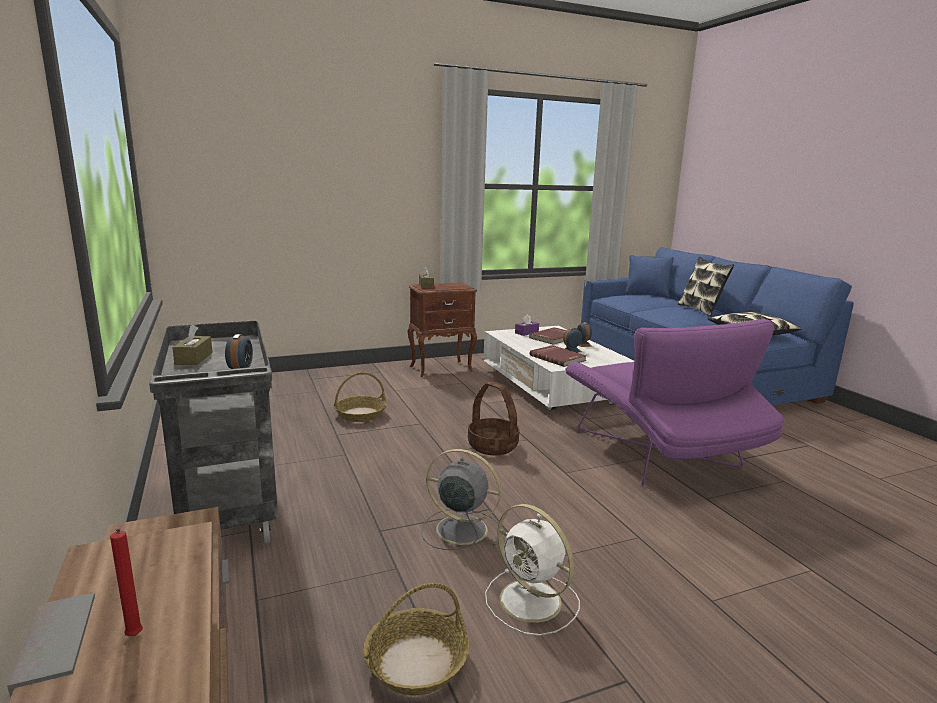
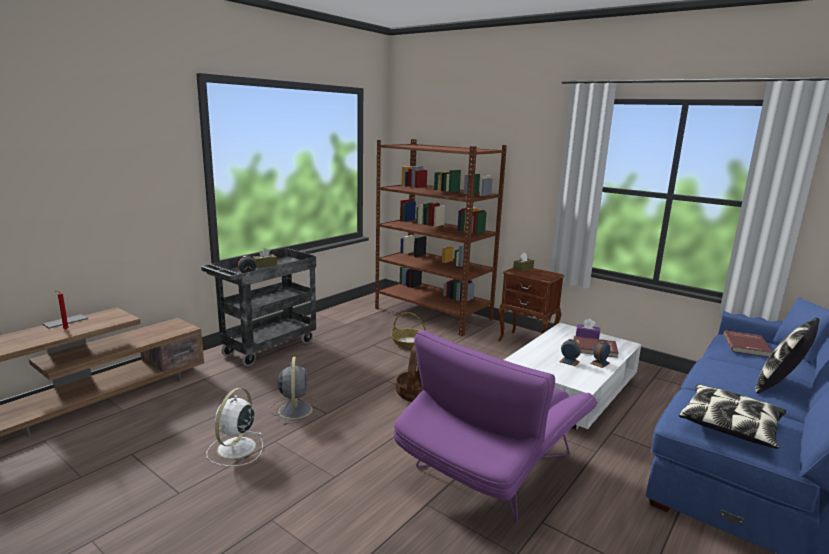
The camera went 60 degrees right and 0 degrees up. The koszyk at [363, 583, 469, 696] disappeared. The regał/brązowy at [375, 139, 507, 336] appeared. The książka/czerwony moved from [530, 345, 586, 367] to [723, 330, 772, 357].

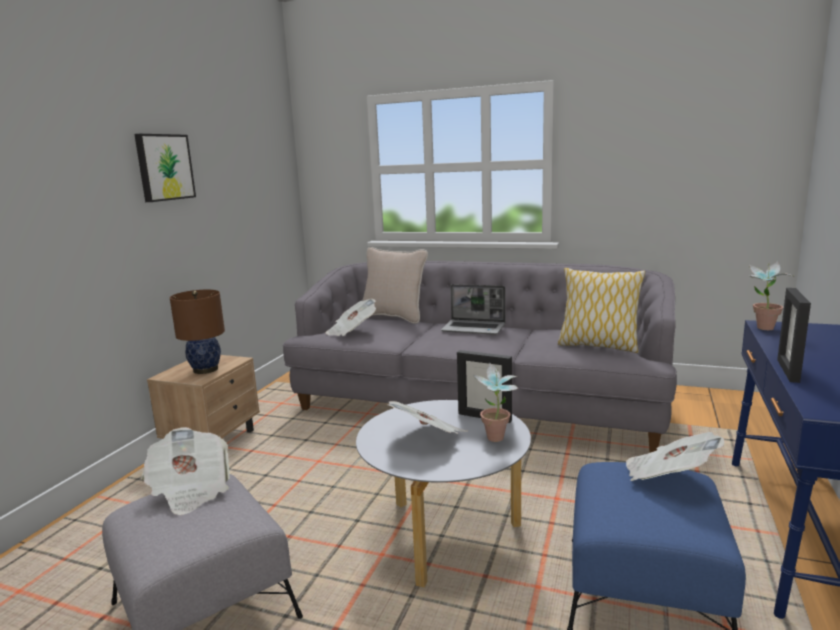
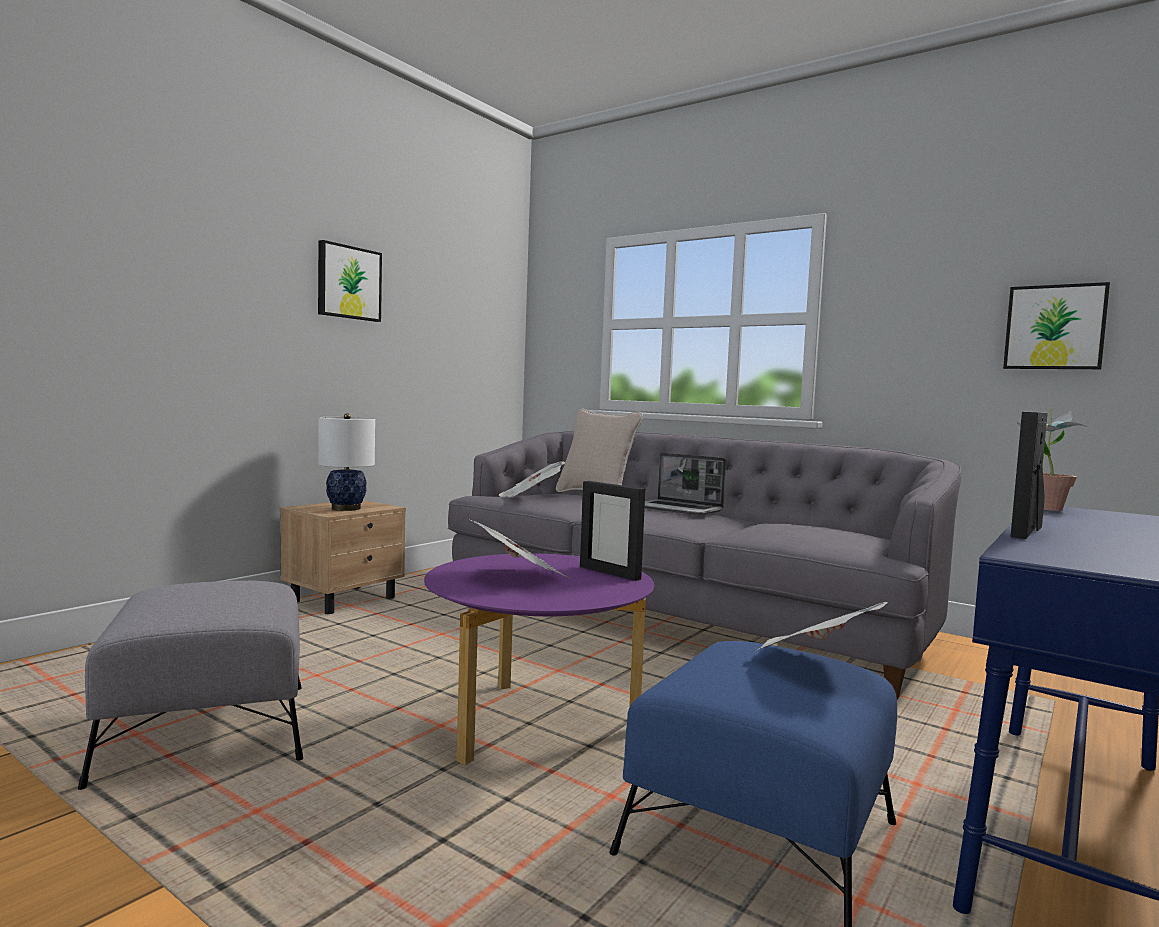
The camera went 15 degrees right and 10 degrees down. The gazeta at [141, 427, 230, 515] disappeared. The roślina doniczkowa at [472, 363, 518, 442] disappeared. The poduszka at [558, 268, 645, 353] disappeared. The obraz at [1003, 282, 1110, 369] appeared. The lampa stołowa/brązowy at [170, 290, 225, 374] became the lampa stołowa/biały at [318, 413, 375, 511]. The ława/szary at [356, 400, 531, 587] became the ława/fioletowy at [424, 553, 654, 765].

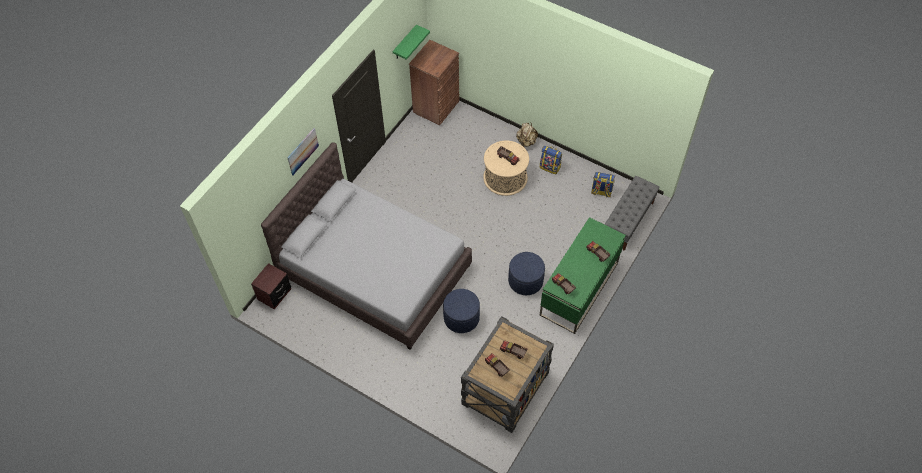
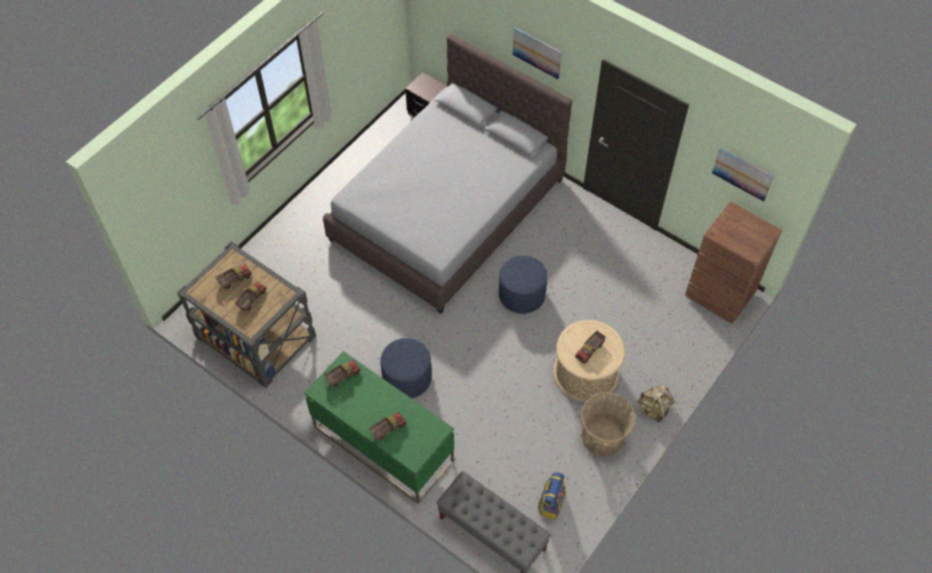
The camera went 95 degrees right and 0 degrees up. The pufa/niebieski moved from [443, 289, 480, 333] to [499, 255, 548, 314]. The półka/zielony at [393, 25, 430, 60] was replaced by the obraz at [712, 147, 774, 202]. The plecak at [540, 146, 562, 174] was replaced by the koszyk at [580, 392, 636, 457].

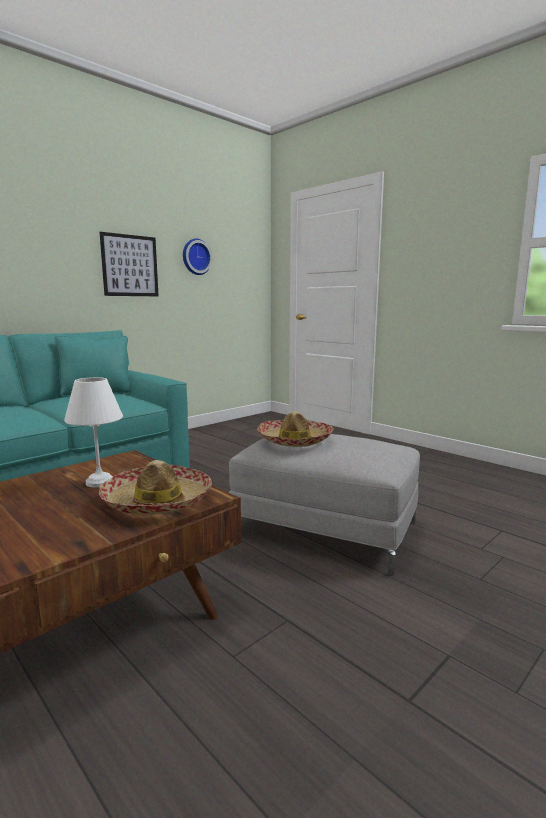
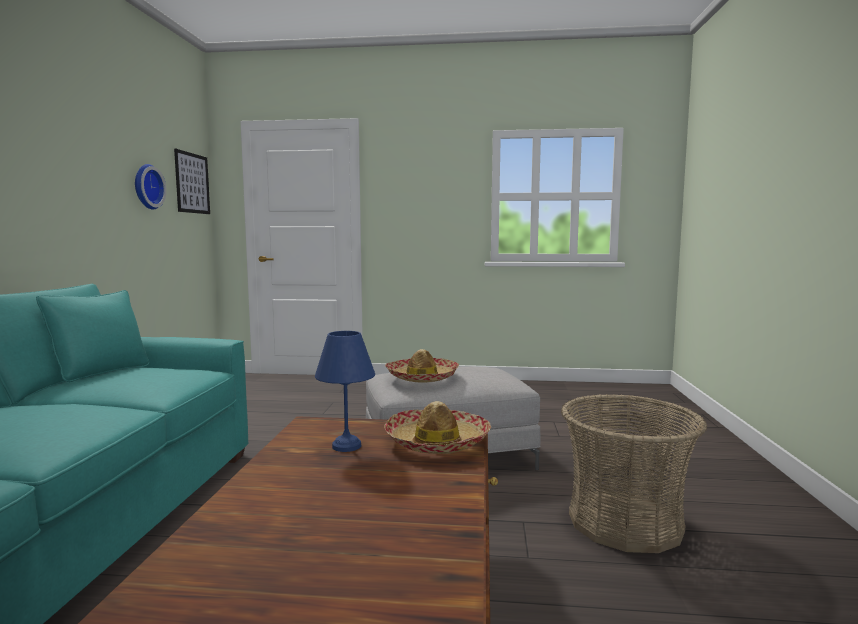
The camera went 40 degrees left and 5 degrees down. The koszyk at [561, 394, 707, 553] appeared. The obraz moved from [100, 232, 159, 296] to [174, 149, 210, 214]. The lampa stołowa/biały at [64, 377, 123, 488] became the lampa stołowa/niebieski at [315, 331, 375, 452].

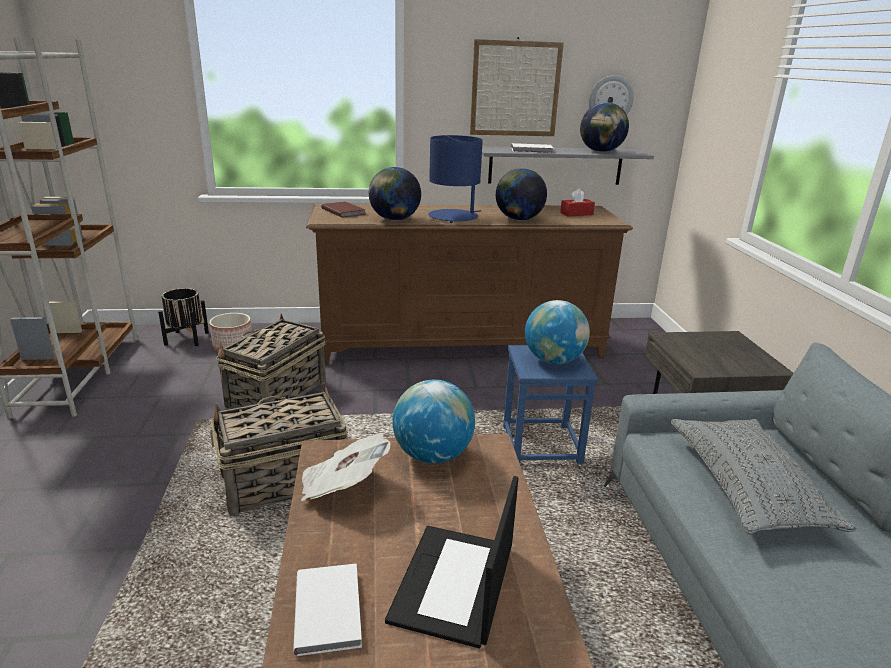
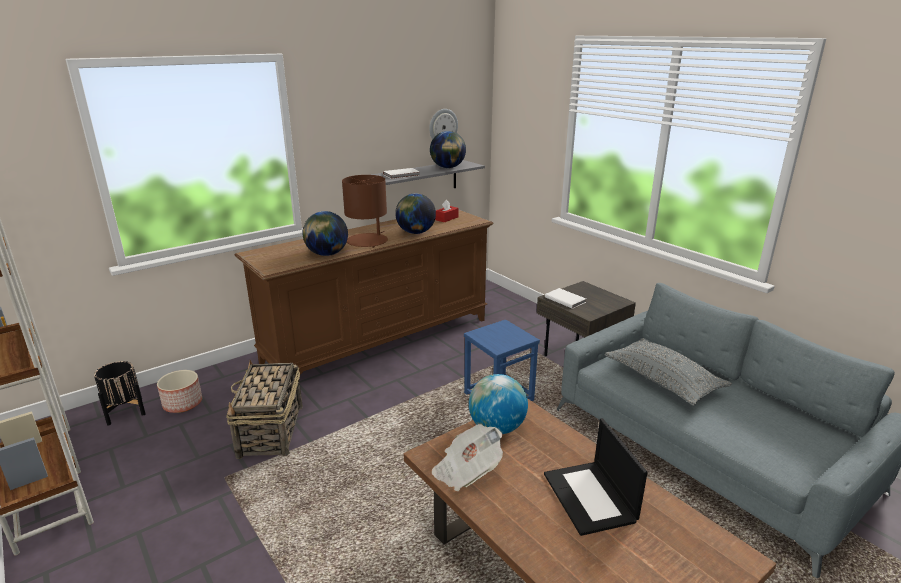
The camera went 30 degrees left and 0 degrees up. The koszyk at [210, 385, 348, 516] disappeared. The książka/brązowy at [321, 201, 366, 218] disappeared. The obraz at [470, 37, 564, 136] disappeared. The globus at [525, 300, 590, 364] disappeared. The książka/biały moved from [293, 563, 362, 656] to [545, 288, 586, 309]. The lampa stołowa/niebieski at [428, 135, 483, 223] became the lampa stołowa/brązowy at [342, 175, 388, 248].

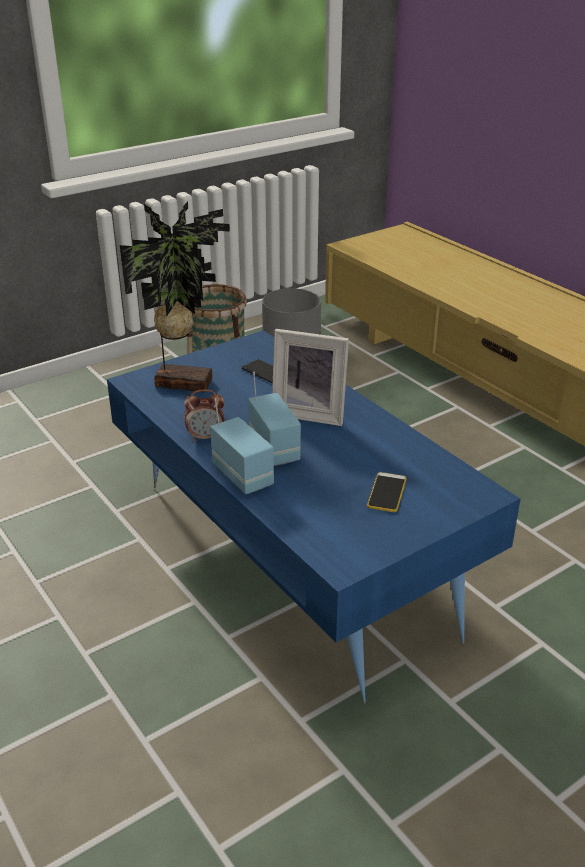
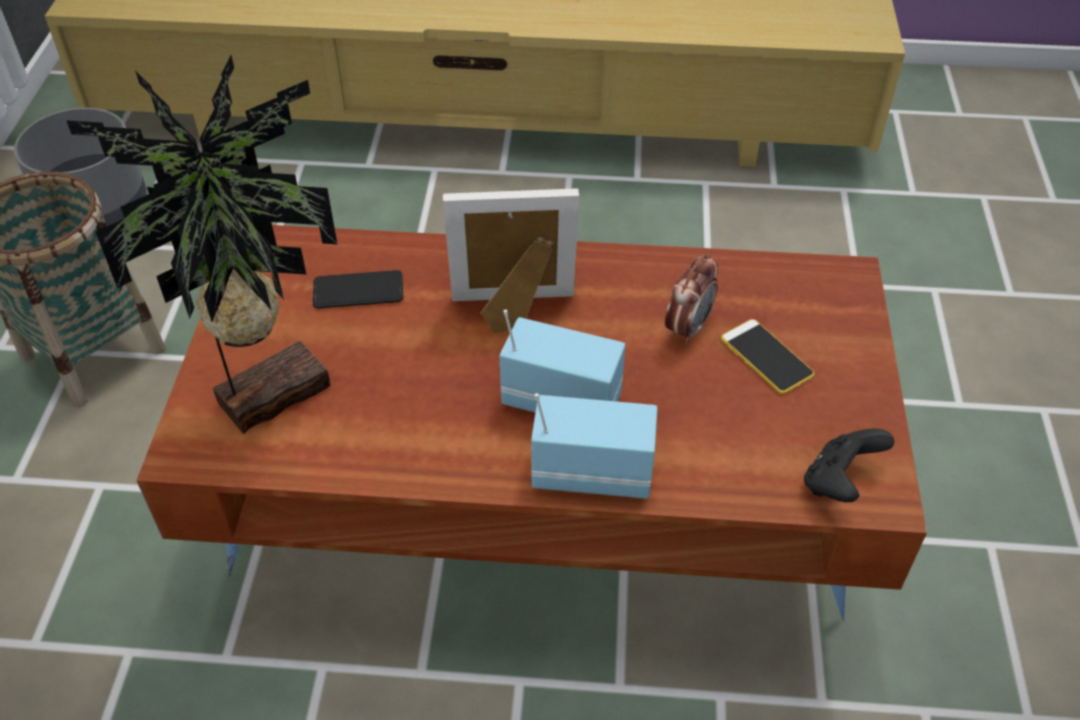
The camera went 50 degrees left and 15 degrees up. The pad do gier/czarny at [804, 428, 894, 502] appeared. The budzik moved from [184, 389, 225, 441] to [665, 253, 718, 345]. The ława/niebieski at [107, 330, 521, 704] became the ława/brązowy at [136, 225, 927, 620]. The ramka na zdjęcie at [272, 329, 349, 426] turned 150 degrees counterclockwise.

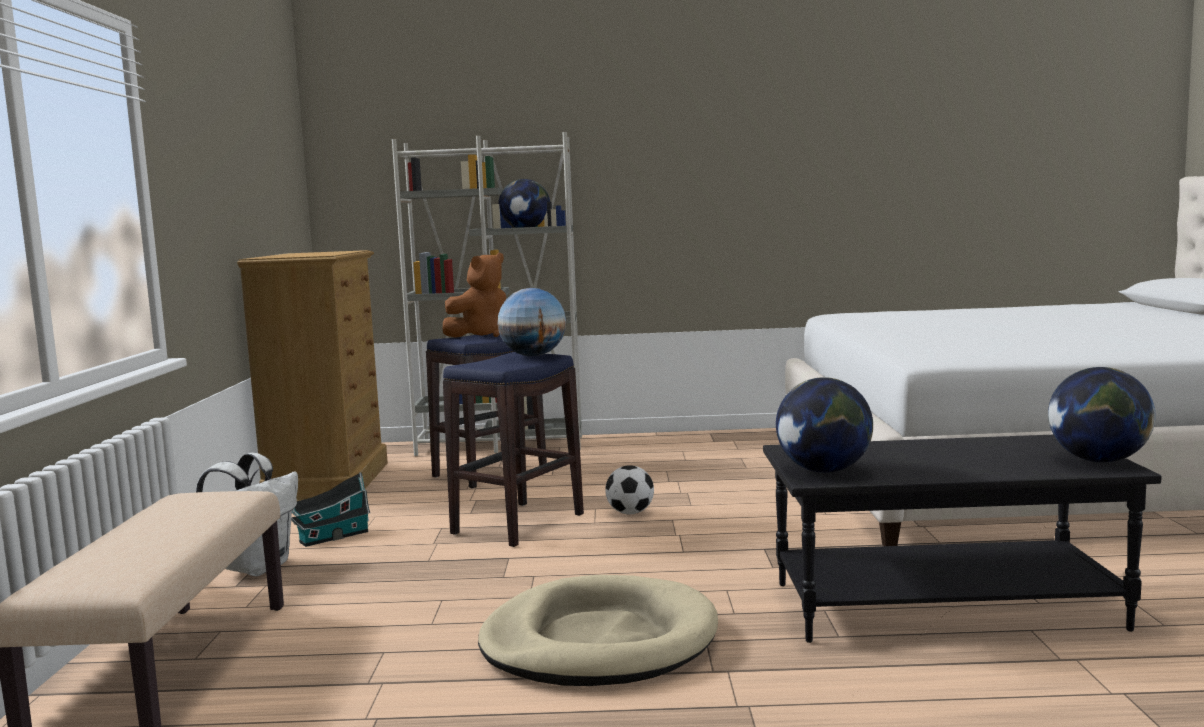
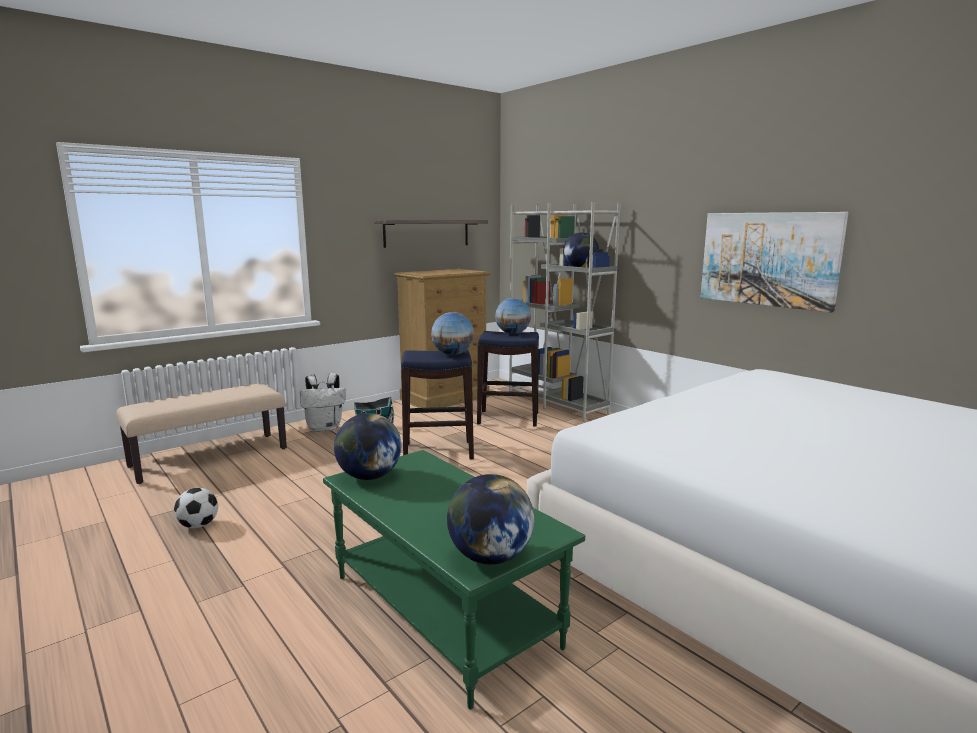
The camera went 50 degrees right and 5 degrees up. The legowisko/beżowy at [478, 575, 718, 686] disappeared. The półka at [373, 220, 488, 248] appeared. The obraz at [700, 212, 848, 312] appeared. The piłka futbolowa moved from [605, 465, 654, 514] to [174, 488, 218, 528]. The pluszak/brązowy at [443, 253, 507, 338] was replaced by the globus at [495, 298, 531, 334]. The ława/czarny at [763, 435, 1162, 643] became the ława/zielony at [323, 450, 585, 710].

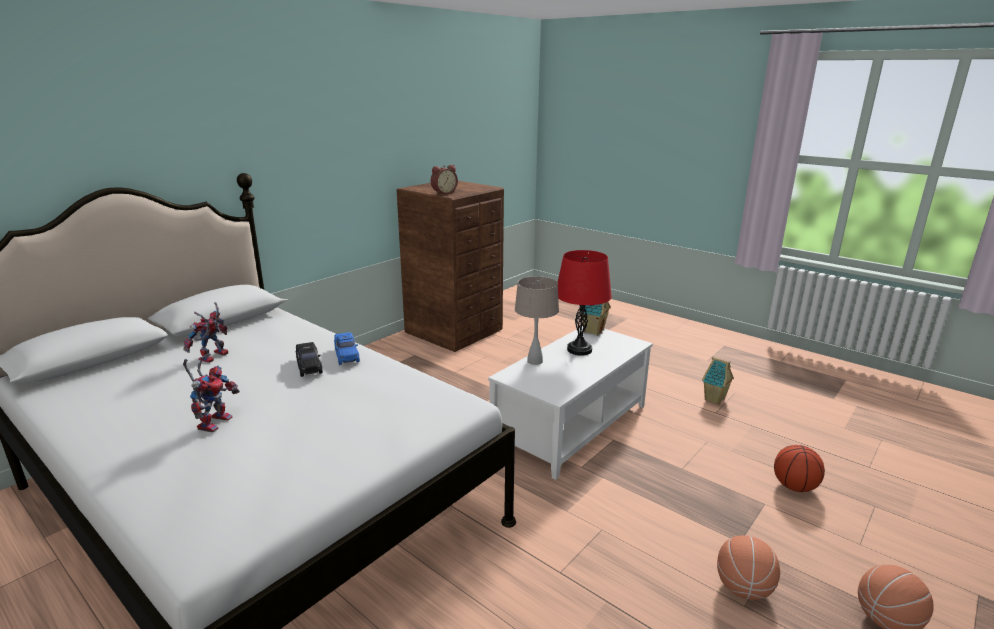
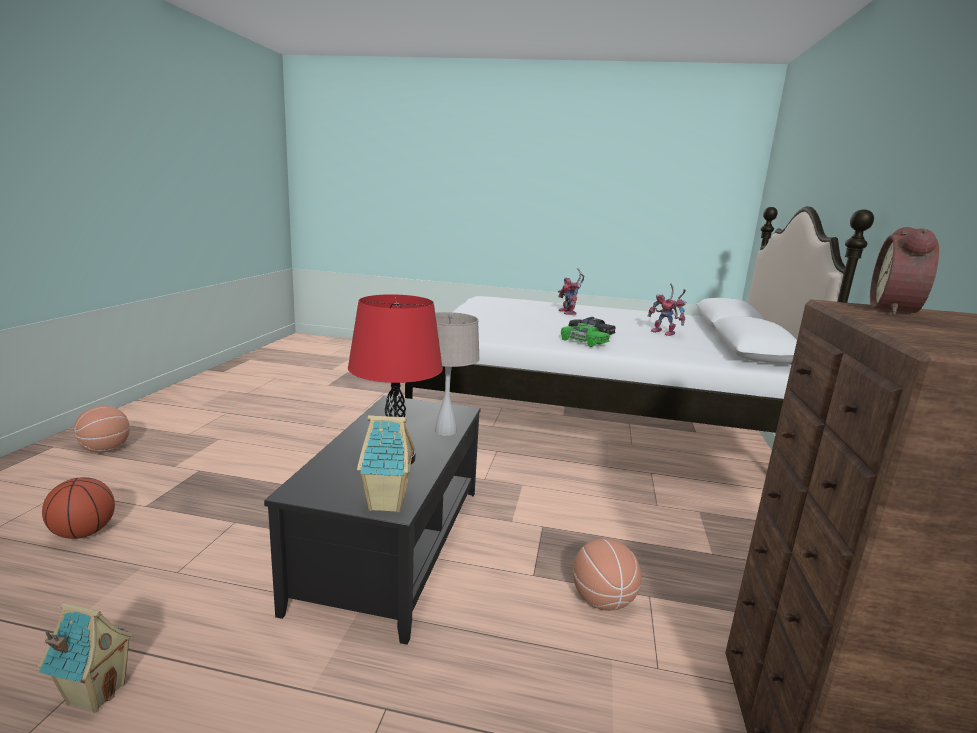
The camera went 150 degrees right and 5 degrees down. The piłka do koszykówki moved from [717, 535, 780, 600] to [573, 539, 641, 611]. The samochodzik/niebieski at [334, 332, 360, 365] became the samochodzik/zielony at [561, 324, 610, 347]. The ława/biały at [488, 326, 653, 480] became the ława/czarny at [264, 395, 481, 645]. The robot zabawkowy at [183, 302, 228, 363] turned 135 degrees clockwise.

